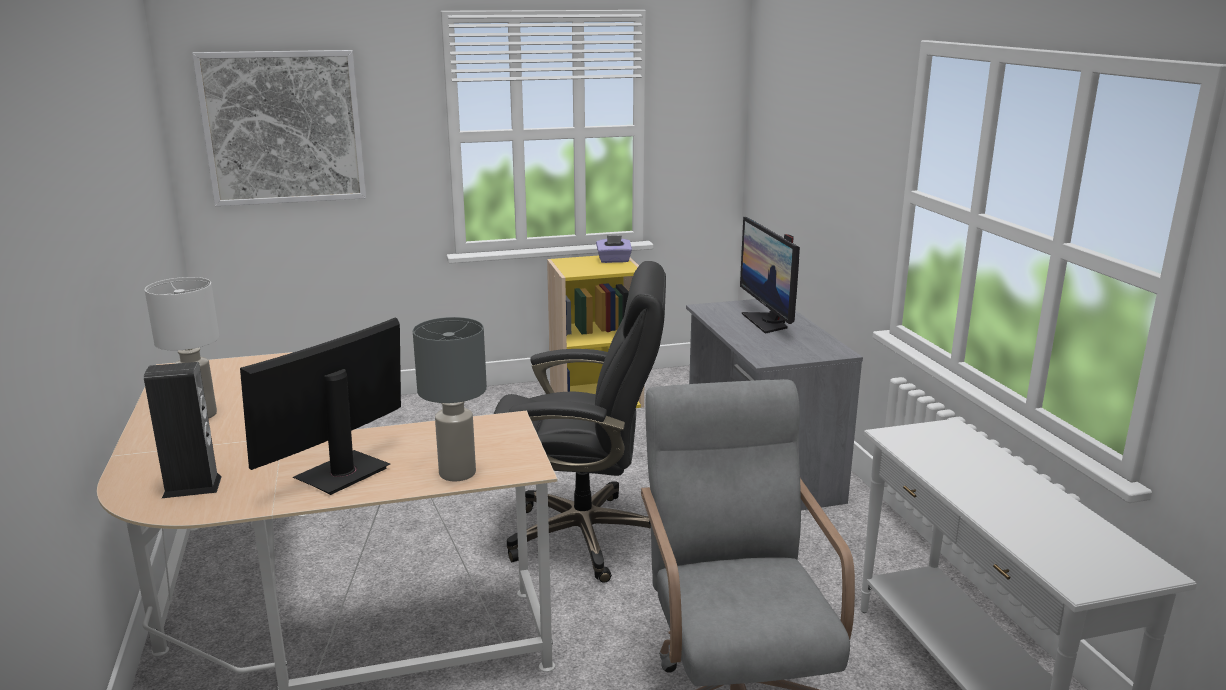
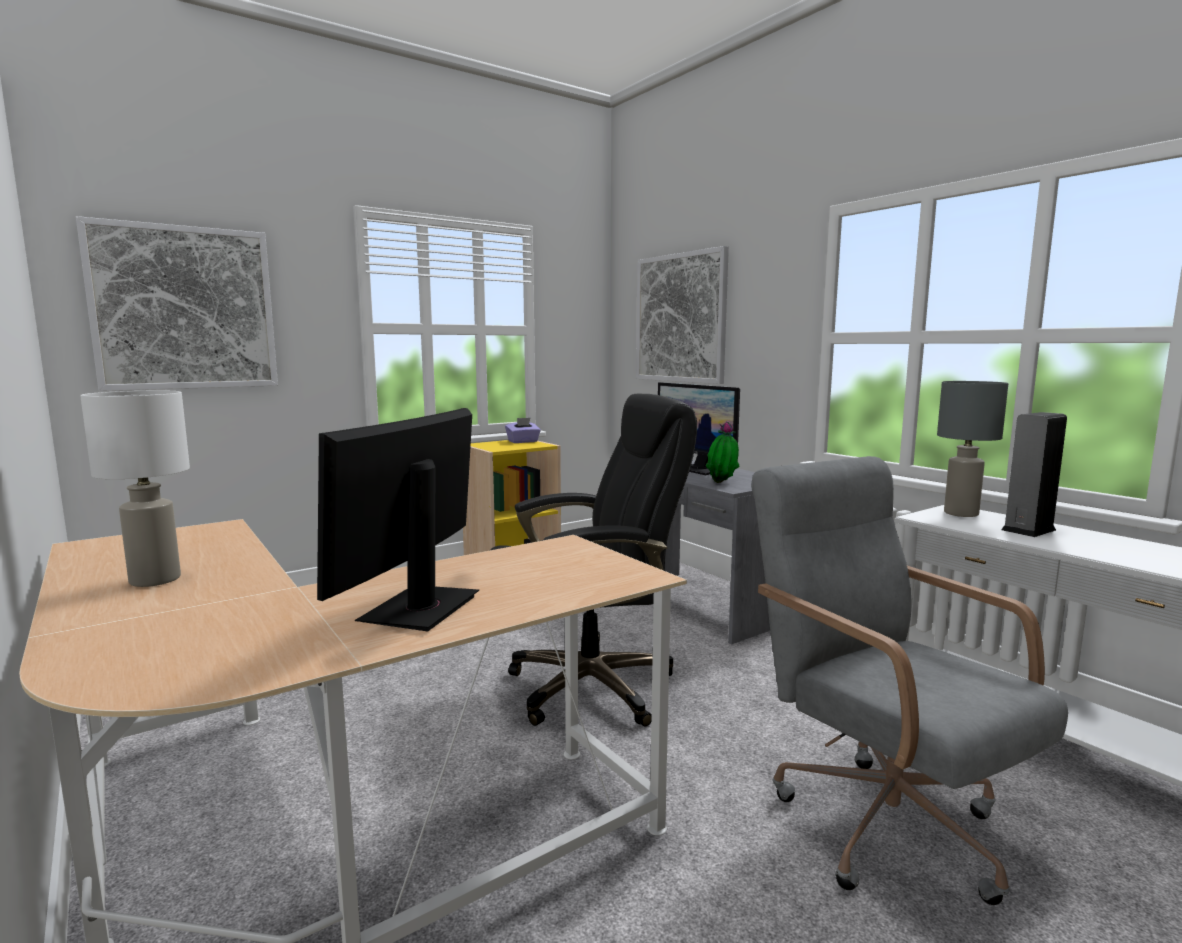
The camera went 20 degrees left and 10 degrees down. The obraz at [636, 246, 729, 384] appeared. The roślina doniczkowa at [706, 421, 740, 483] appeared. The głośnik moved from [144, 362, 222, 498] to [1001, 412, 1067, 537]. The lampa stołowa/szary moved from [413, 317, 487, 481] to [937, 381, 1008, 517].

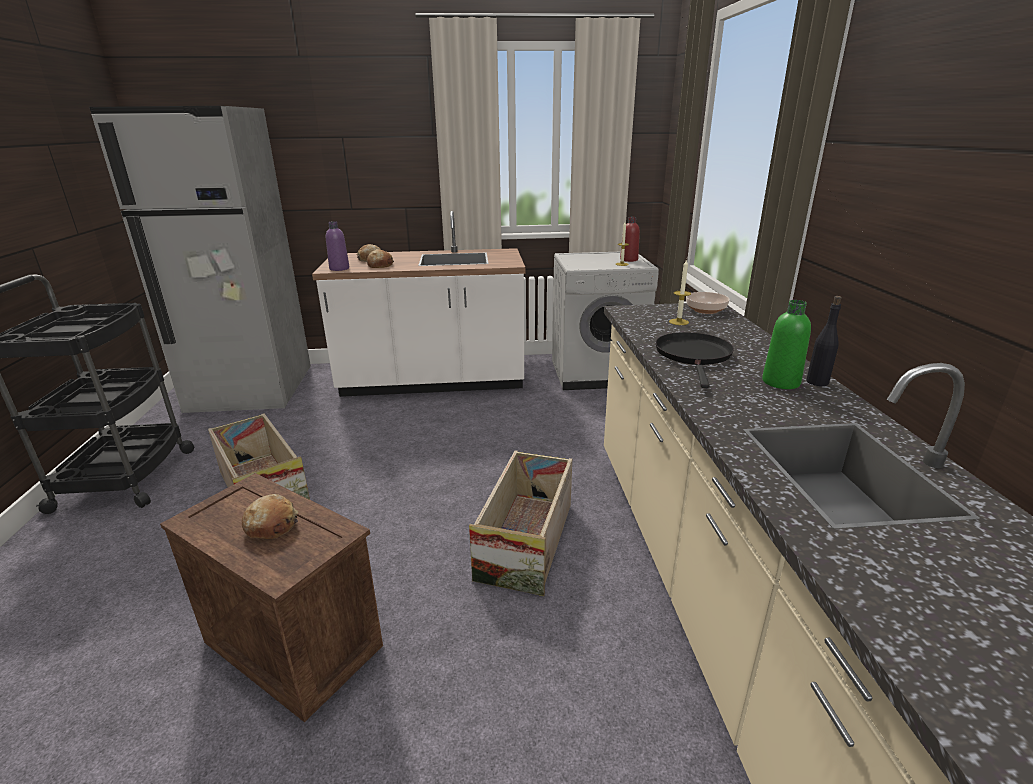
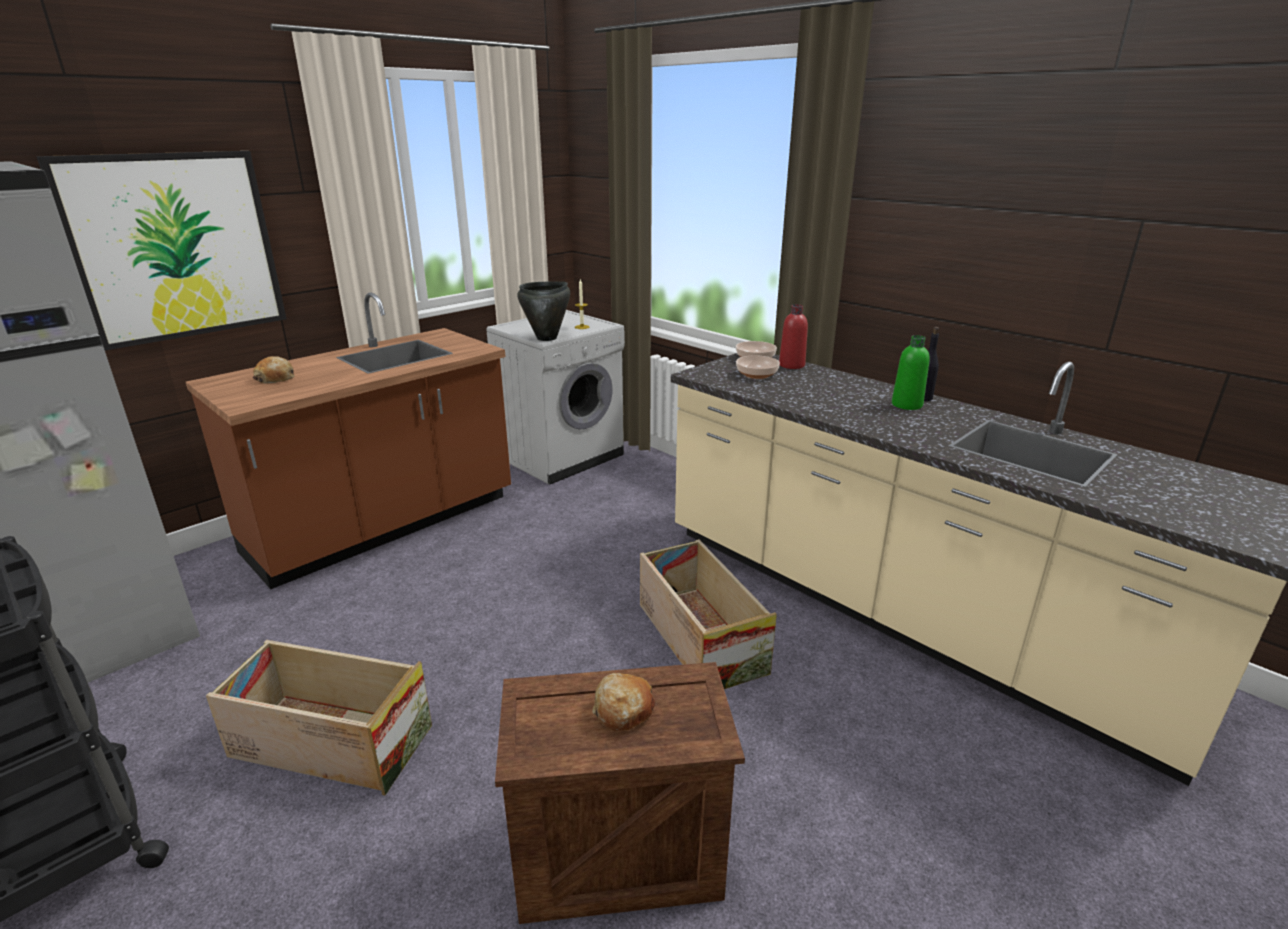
The camera went 40 degrees left and 0 degrees up. The butelka/fioletowy at [326, 221, 349, 271] disappeared. The chleb at [367, 249, 394, 268] disappeared. The patelnia/czarny at [655, 332, 734, 388] disappeared. The obraz at [36, 151, 286, 350] appeared. The garnek/czarny at [517, 281, 570, 341] appeared. The butelka/czerwony moved from [620, 217, 640, 262] to [779, 304, 808, 369]. The świeca at [669, 259, 691, 325] was replaced by the miska at [736, 355, 780, 379]. The zabudowa kuchenna/biały at [312, 211, 525, 397] became the zabudowa kuchenna/brązowy at [186, 292, 511, 589].

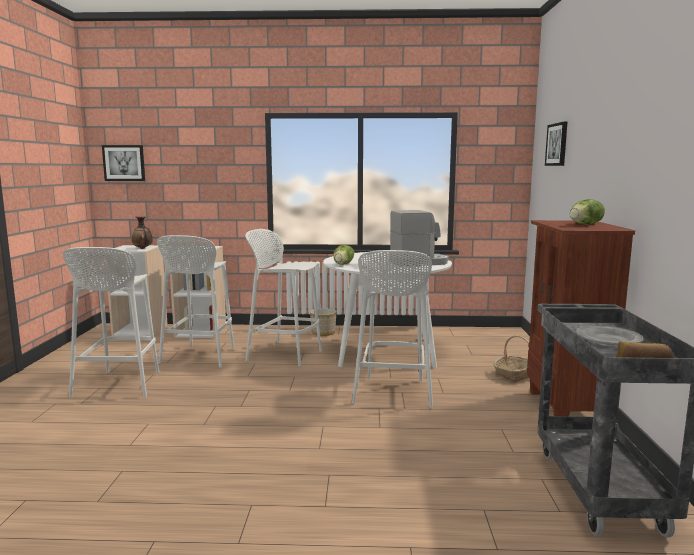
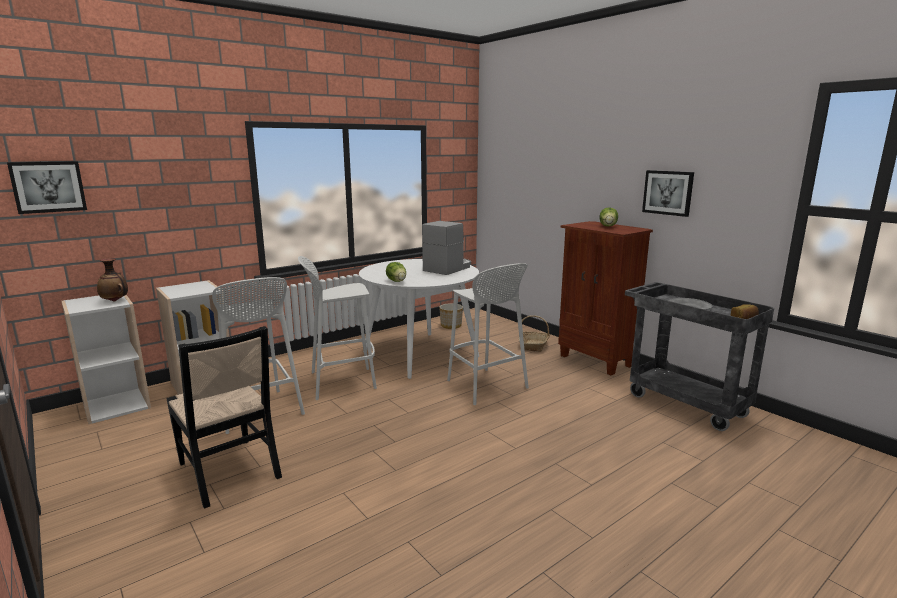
The camera went 40 degrees left and 5 degrees up. The donica moved from [310, 308, 337, 336] to [439, 303, 463, 329]. The obraz moved from [545, 122, 567, 166] to [642, 170, 694, 217]. The stołek/biały at [63, 247, 159, 397] was replaced by the krzesło at [166, 326, 282, 509].

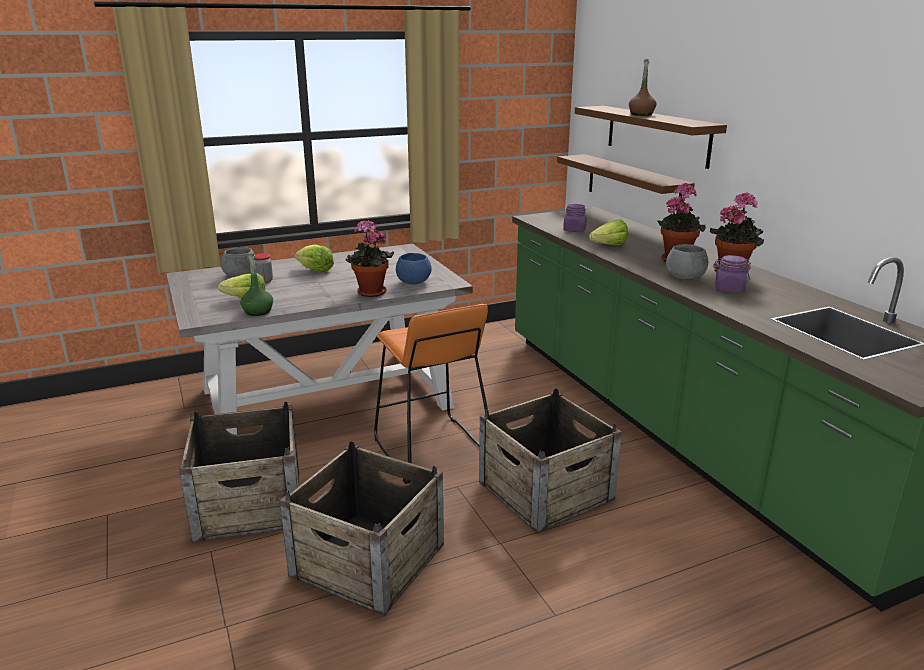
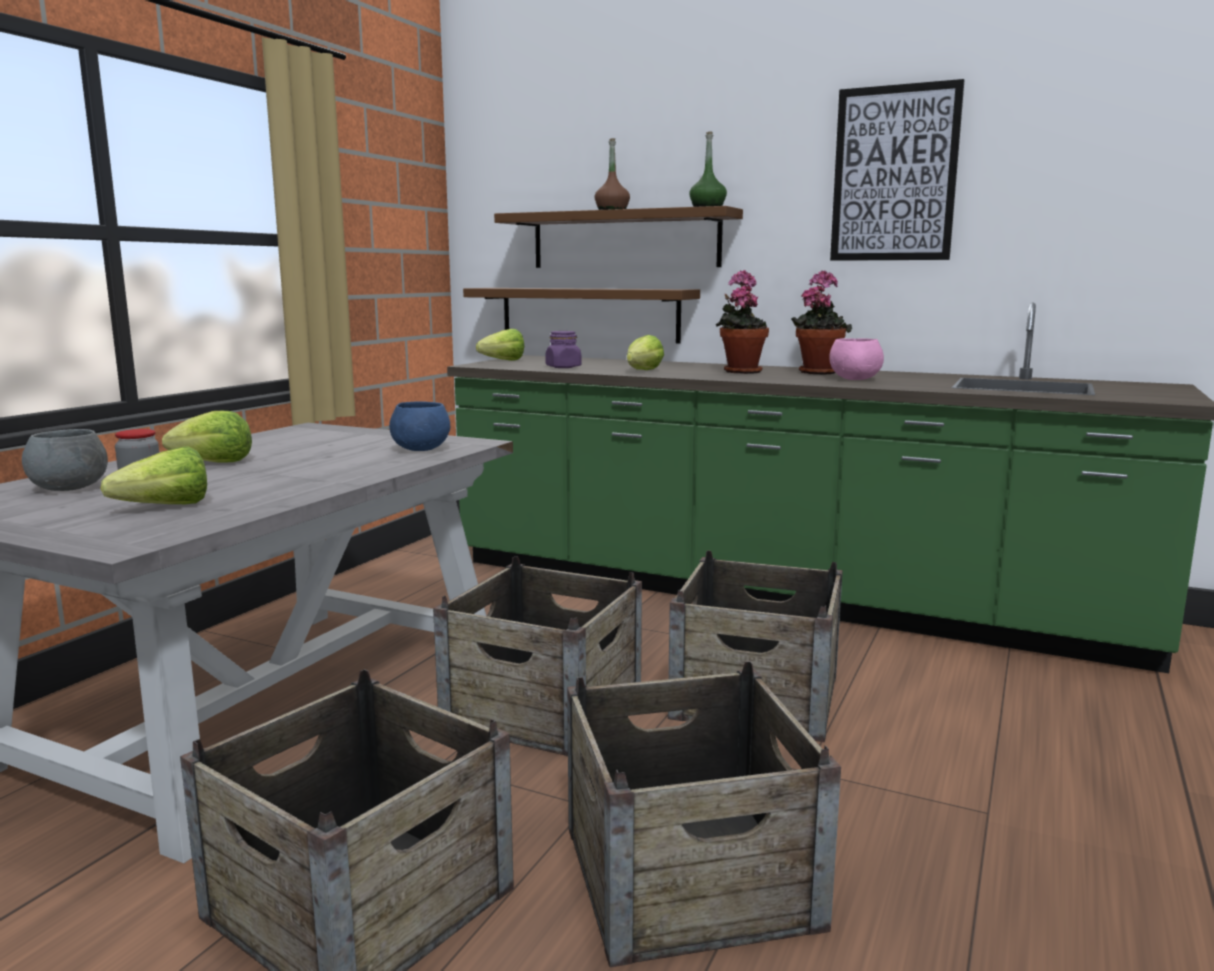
The camera went 40 degrees left and 10 degrees down. The roślina doniczkowa at [345, 220, 394, 297] disappeared. The miska/szary at [666, 244, 708, 280] disappeared. The sałata at [476, 329, 524, 361] appeared. The obraz at [830, 79, 965, 261] appeared. The butelka/zielony moved from [240, 253, 273, 316] to [689, 131, 727, 207]. The stołek/pomarańczowy at [374, 304, 488, 484] was replaced by the skrzynka at [433, 556, 642, 757]. The słoik/fioletowy at [713, 255, 751, 292] was replaced by the miska/różowy at [830, 338, 884, 380].

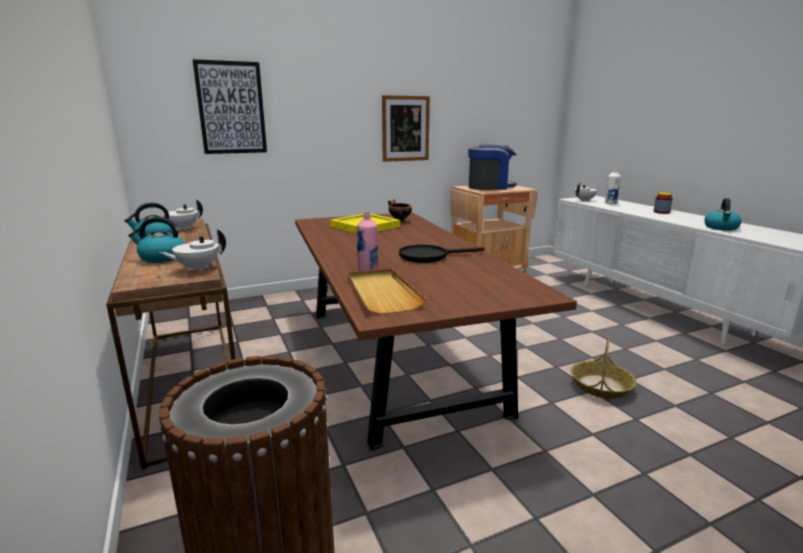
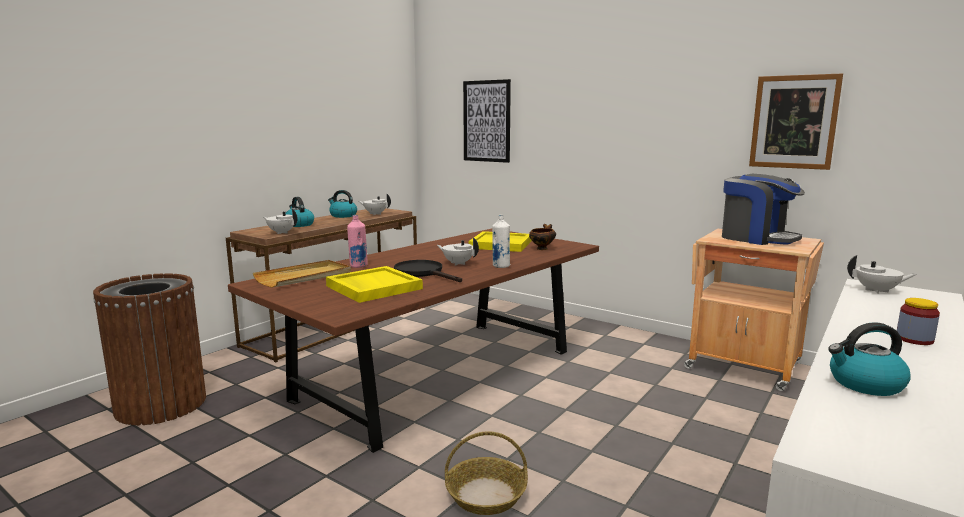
The camera went 60 degrees right and 5 degrees down. The taca/żółty at [326, 266, 423, 303] appeared. The imbryk/biały at [437, 238, 479, 266] appeared. The obraz moved from [382, 95, 430, 162] to [749, 73, 843, 170]. The butelka/biały moved from [605, 168, 621, 204] to [492, 215, 510, 268].

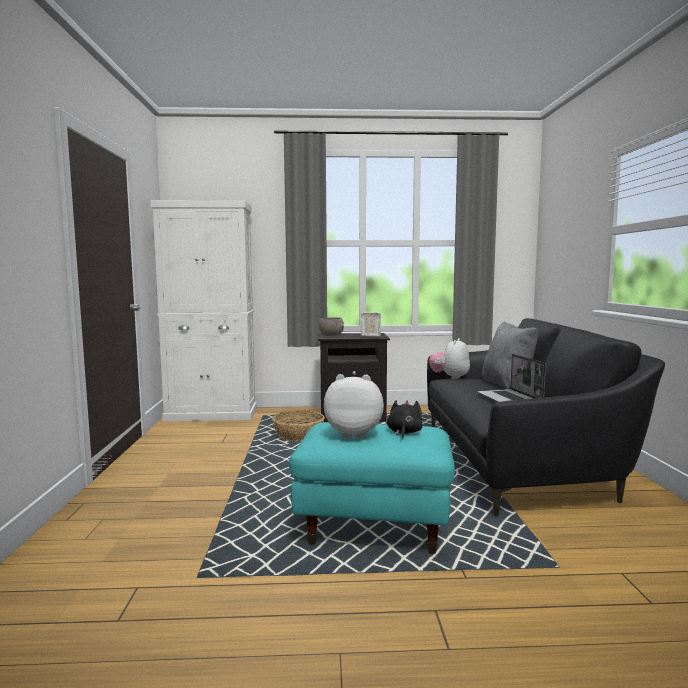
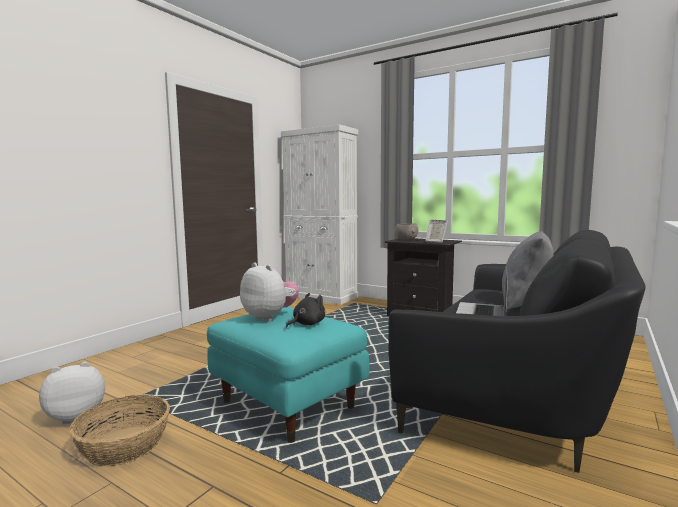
The camera went 35 degrees right and 0 degrees up. The koszyk moved from [272, 410, 325, 441] to [69, 395, 170, 466]. The pluszak moved from [429, 338, 470, 379] to [39, 362, 105, 424].

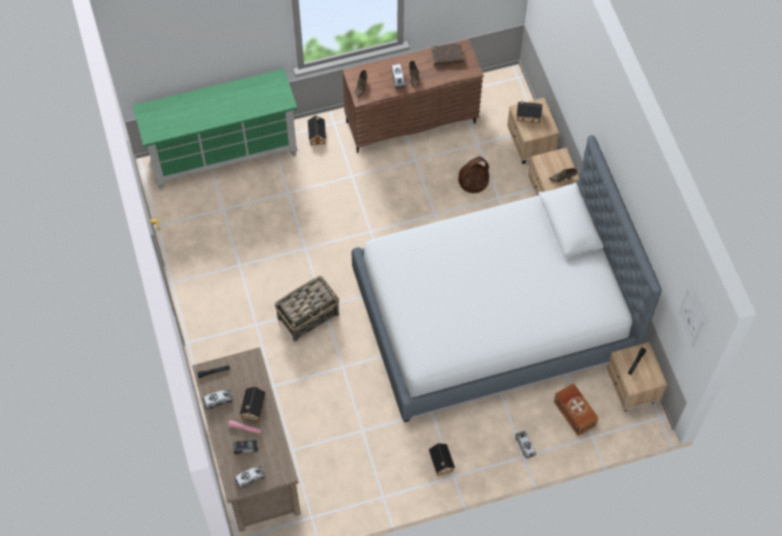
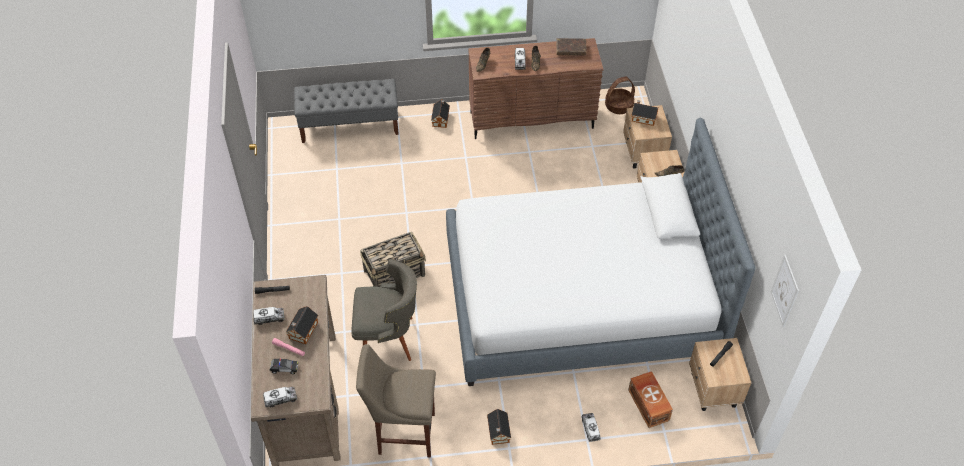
The camera went 10 degrees right and 10 degrees down. The krzesło/szary at [351, 259, 417, 361] appeared. The stołek/beżowy at [356, 344, 436, 457] appeared. The koszyk moved from [458, 156, 489, 193] to [605, 76, 635, 114]. The komoda/zielony at [133, 69, 298, 190] was replaced by the ławka/szary at [294, 79, 399, 143].

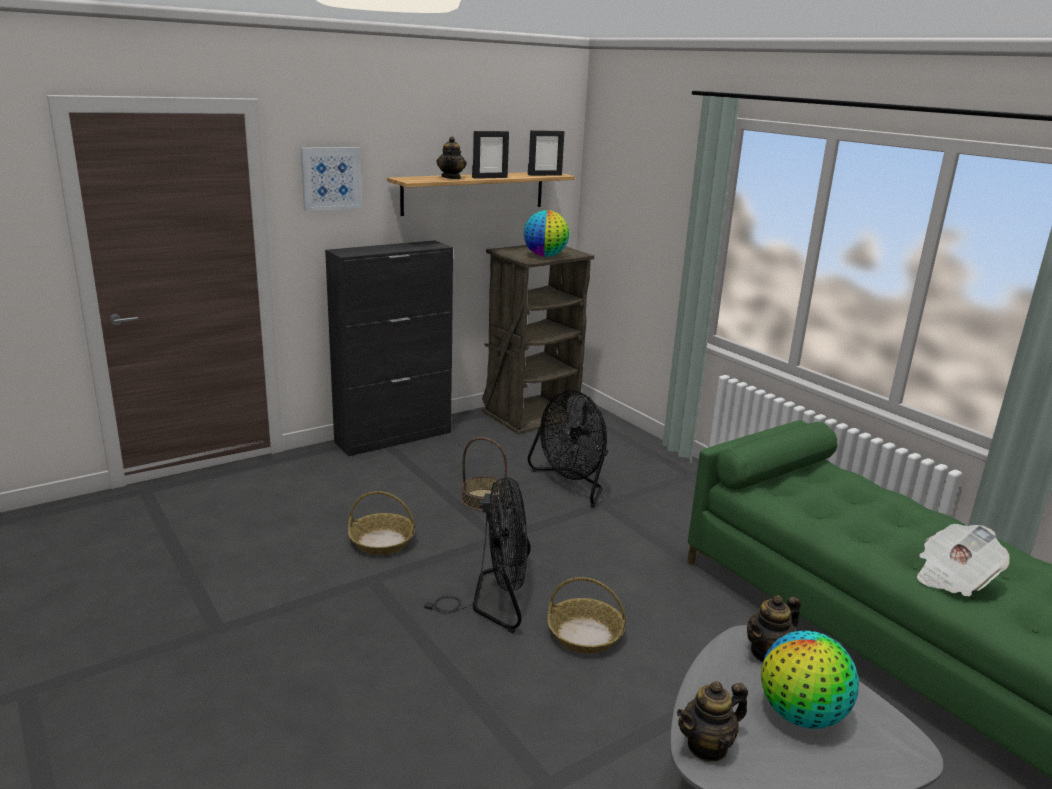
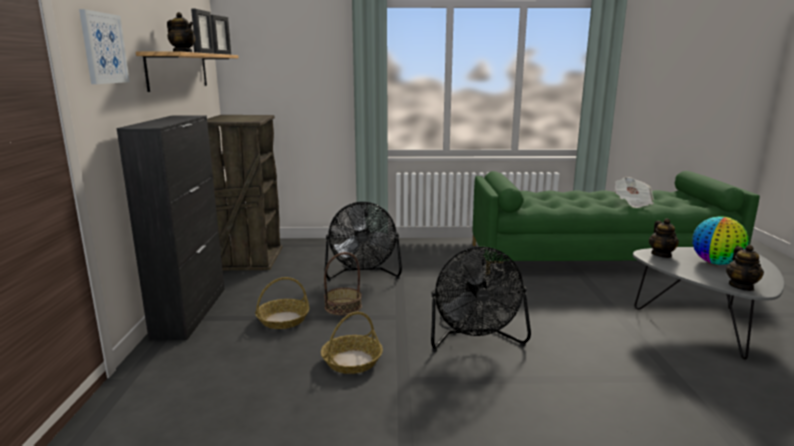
The camera went 55 degrees left and 5 degrees down. The globus at [524, 210, 569, 257] disappeared. The koszyk moved from [547, 577, 626, 654] to [255, 277, 309, 329]. The wentylator/czarny at [423, 476, 531, 634] turned 135 degrees clockwise.

